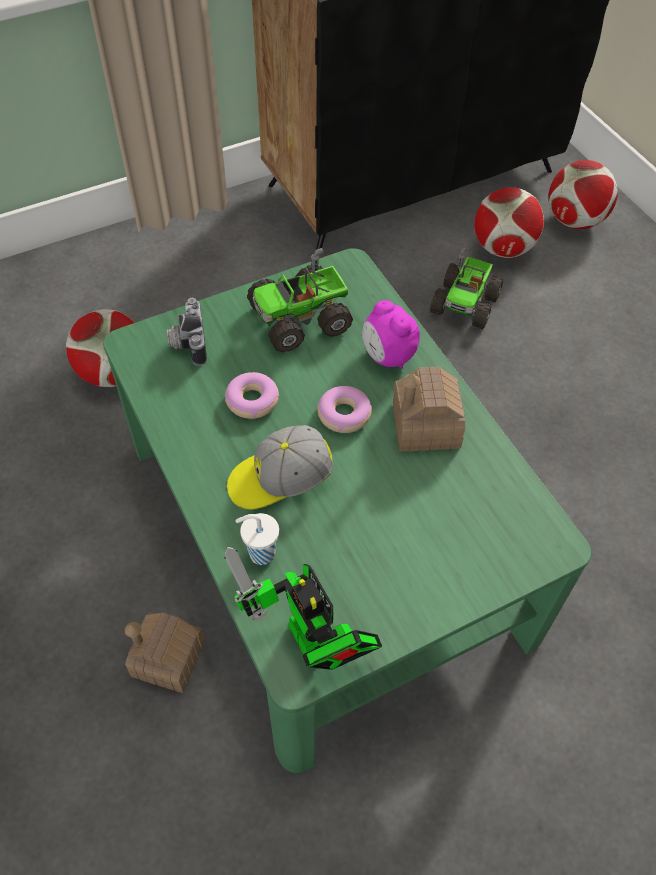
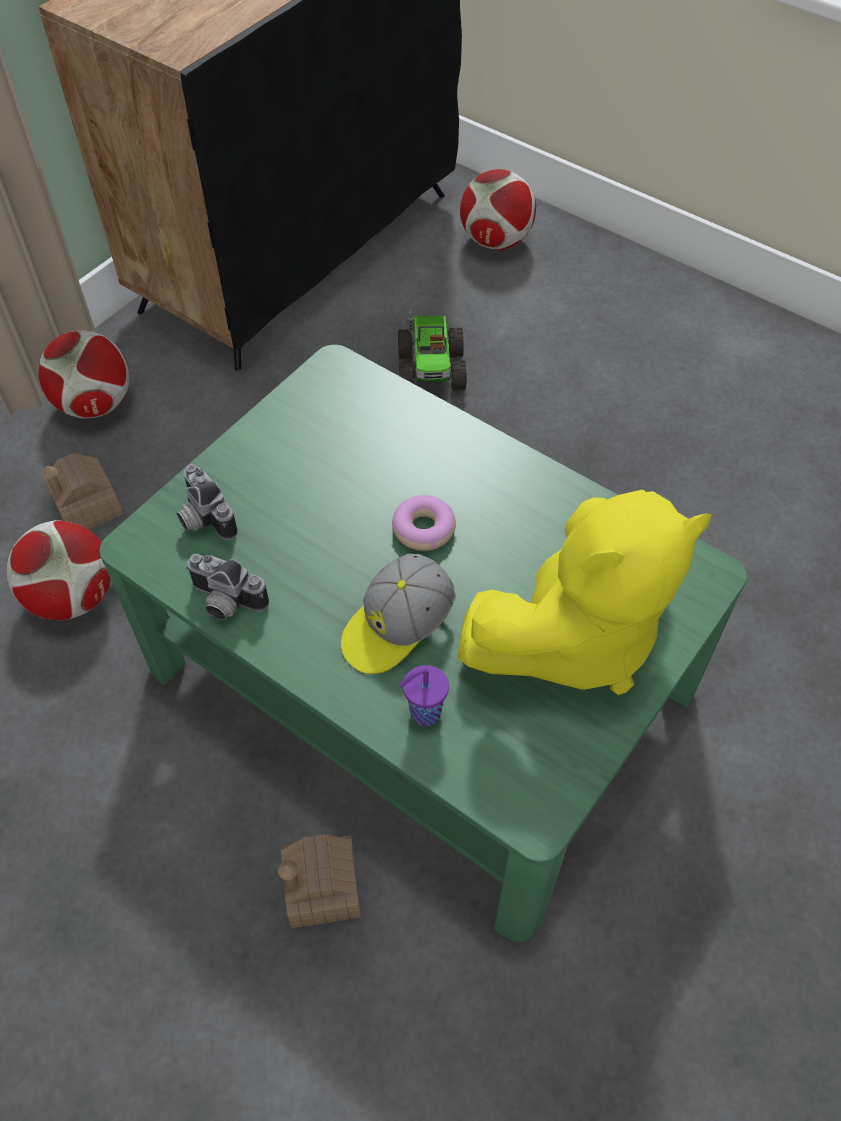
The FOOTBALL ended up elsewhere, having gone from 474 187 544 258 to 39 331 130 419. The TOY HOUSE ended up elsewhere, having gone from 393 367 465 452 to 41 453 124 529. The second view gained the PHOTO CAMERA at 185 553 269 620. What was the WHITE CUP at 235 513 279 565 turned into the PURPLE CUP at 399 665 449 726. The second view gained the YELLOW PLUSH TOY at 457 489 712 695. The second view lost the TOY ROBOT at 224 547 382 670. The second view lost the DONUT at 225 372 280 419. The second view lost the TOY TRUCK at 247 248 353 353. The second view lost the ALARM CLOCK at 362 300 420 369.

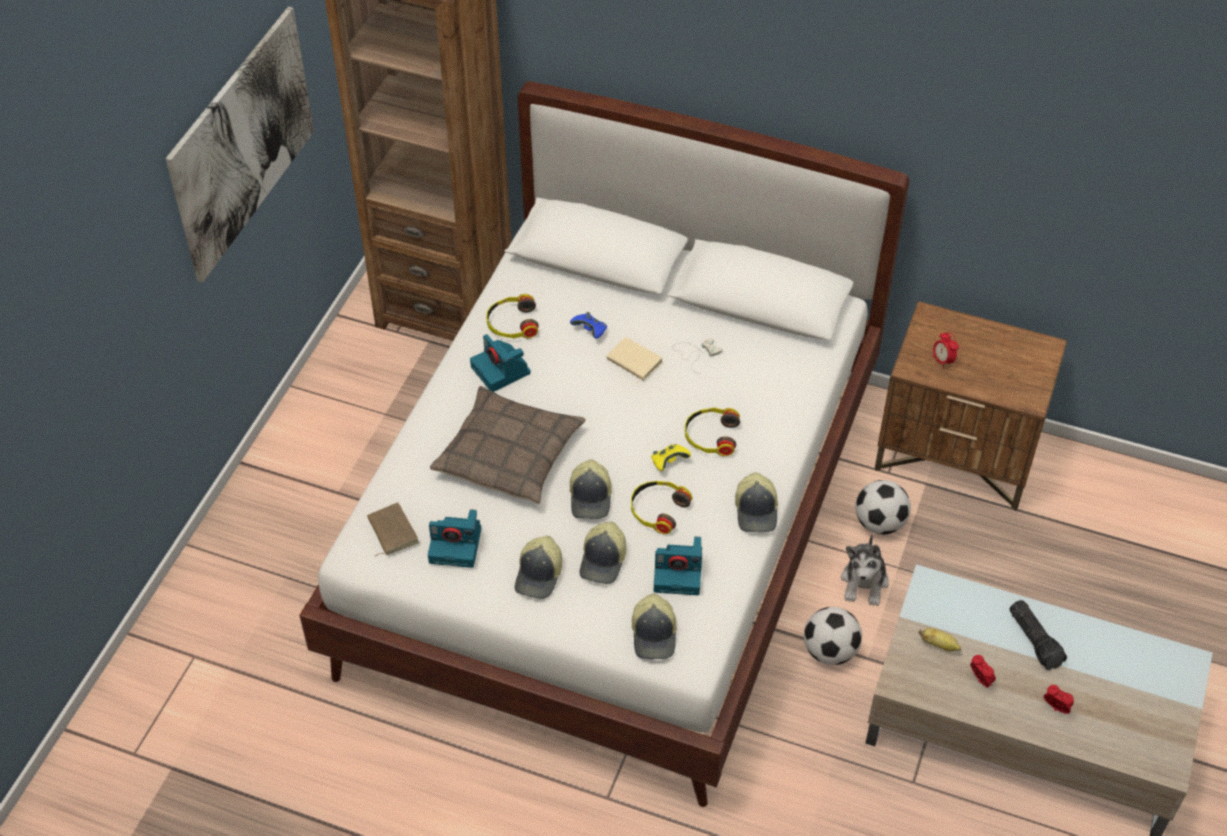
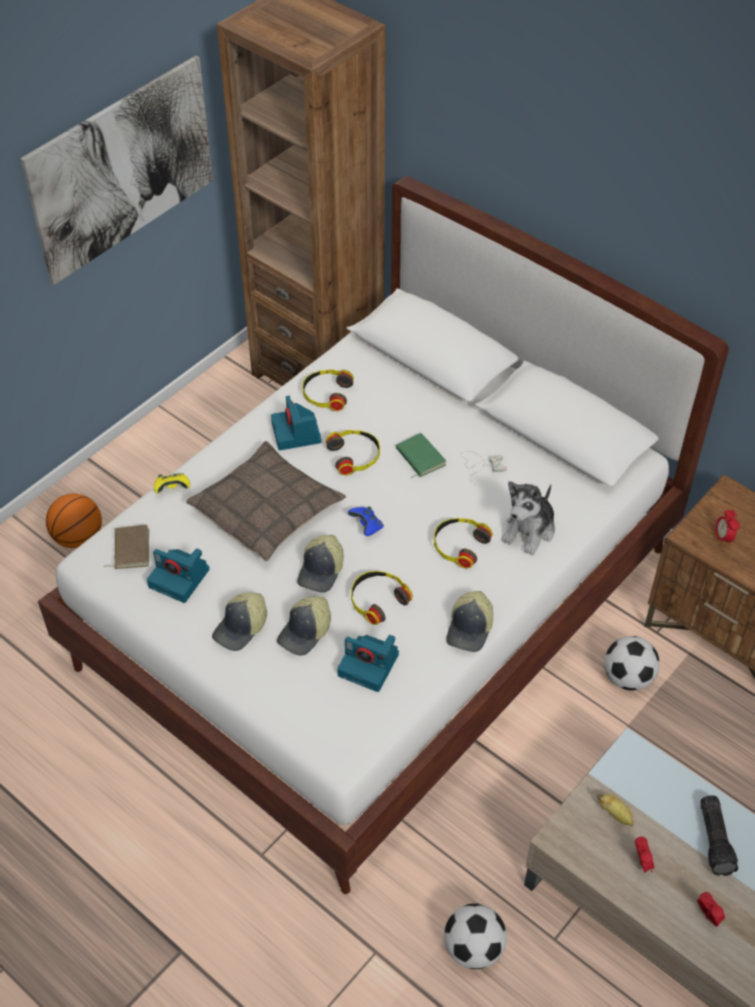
The second view gained the BASKETBALL at 46 494 102 548. The YELLOW GAME CONTROLLER ended up elsewhere, having gone from 651 444 691 471 to 154 473 190 493. The second view gained the HEADPHONES at 326 430 380 475. The BLUE GAME CONTROLLER ended up elsewhere, having gone from 570 312 607 339 to 348 506 384 536. What was the BEIGE BOOK at 606 337 663 384 turned into the GREEN BOOK at 396 433 446 478. The FOOTBALL ended up elsewhere, having gone from 804 607 862 665 to 444 903 507 969. The PLUSH TOY ended up elsewhere, having gone from 841 534 889 606 to 501 481 555 555. The second view lost the CAP at 632 594 677 659.

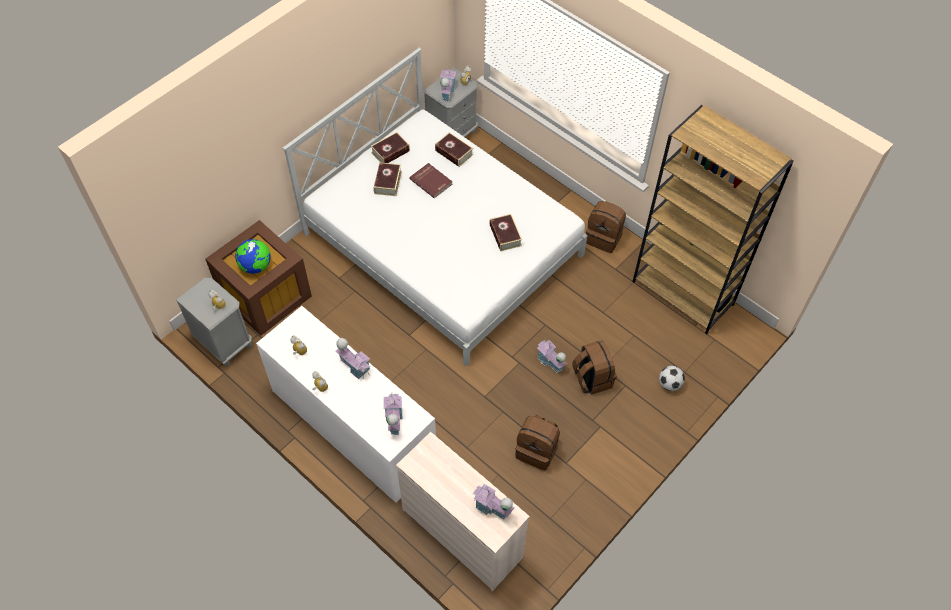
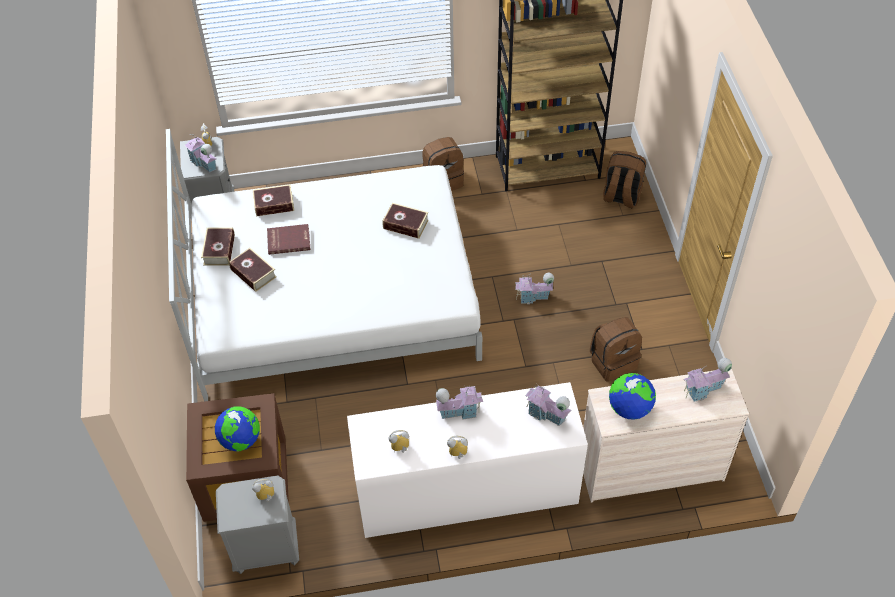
The BROWN BACKPACK ended up elsewhere, having gone from 572 340 617 395 to 603 151 646 209. The second view gained the GLOBE at 609 373 656 420. The second view lost the FOOTBALL at 659 366 685 391.

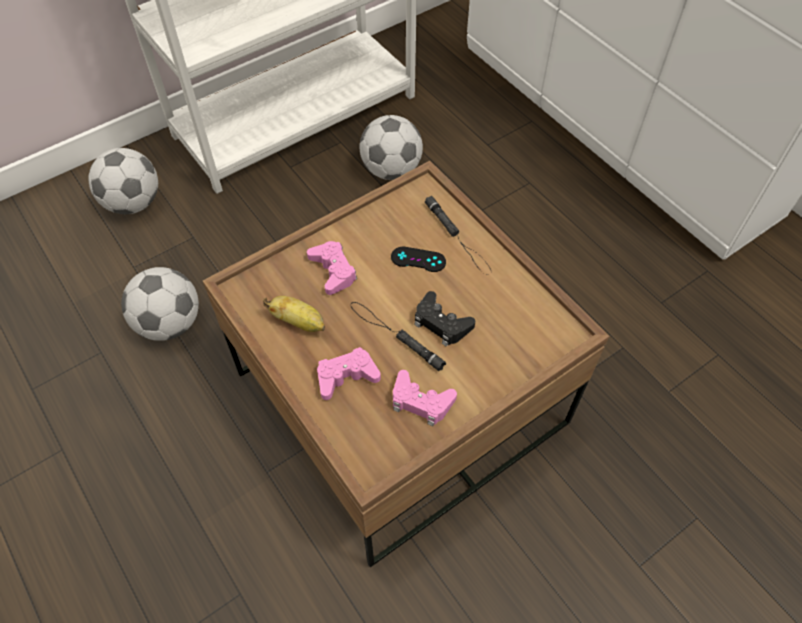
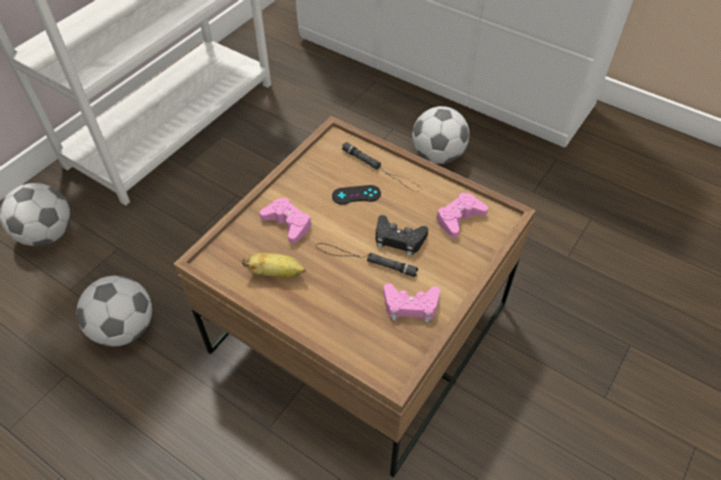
The FOOTBALL ended up elsewhere, having gone from 360 115 423 180 to 412 106 470 164. The PINK GAME CONTROLLER ended up elsewhere, having gone from 317 347 381 400 to 436 192 488 238.

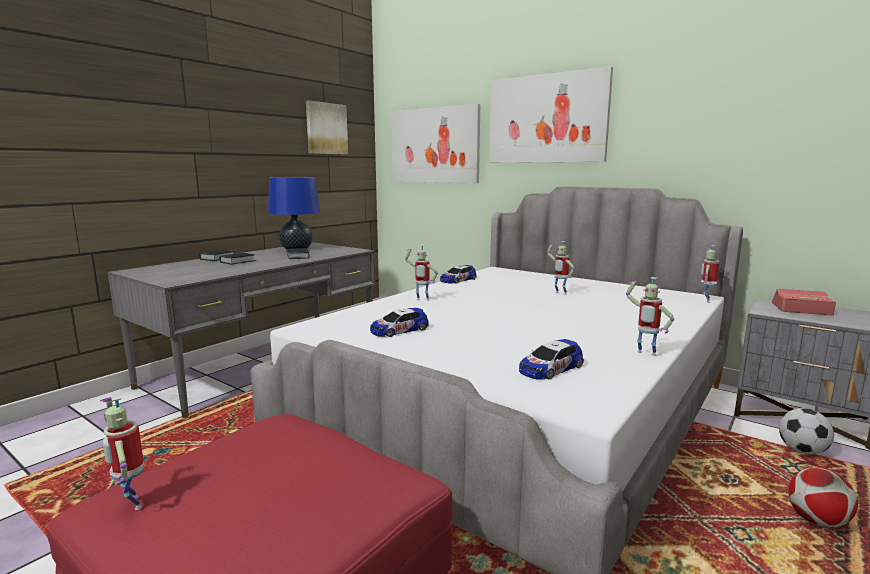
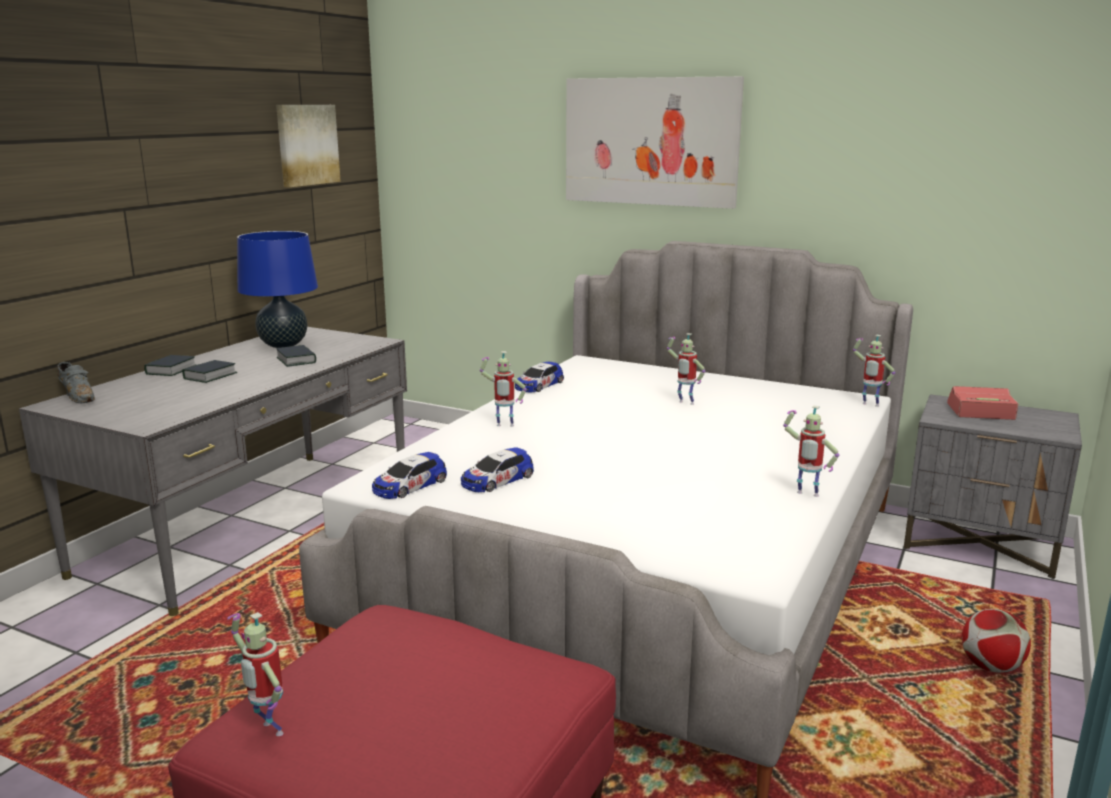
The second view gained the GREY SHOE at 58 362 95 403. The TOY CAR ended up elsewhere, having gone from 519 339 584 380 to 372 452 447 499. The TOY ROBOT at 701 245 719 303 ended up facing another way, 75 degrees counterclockwise from before. The second view lost the PICTURE at 391 104 480 183. The second view lost the FOOTBALL at 779 408 834 455.

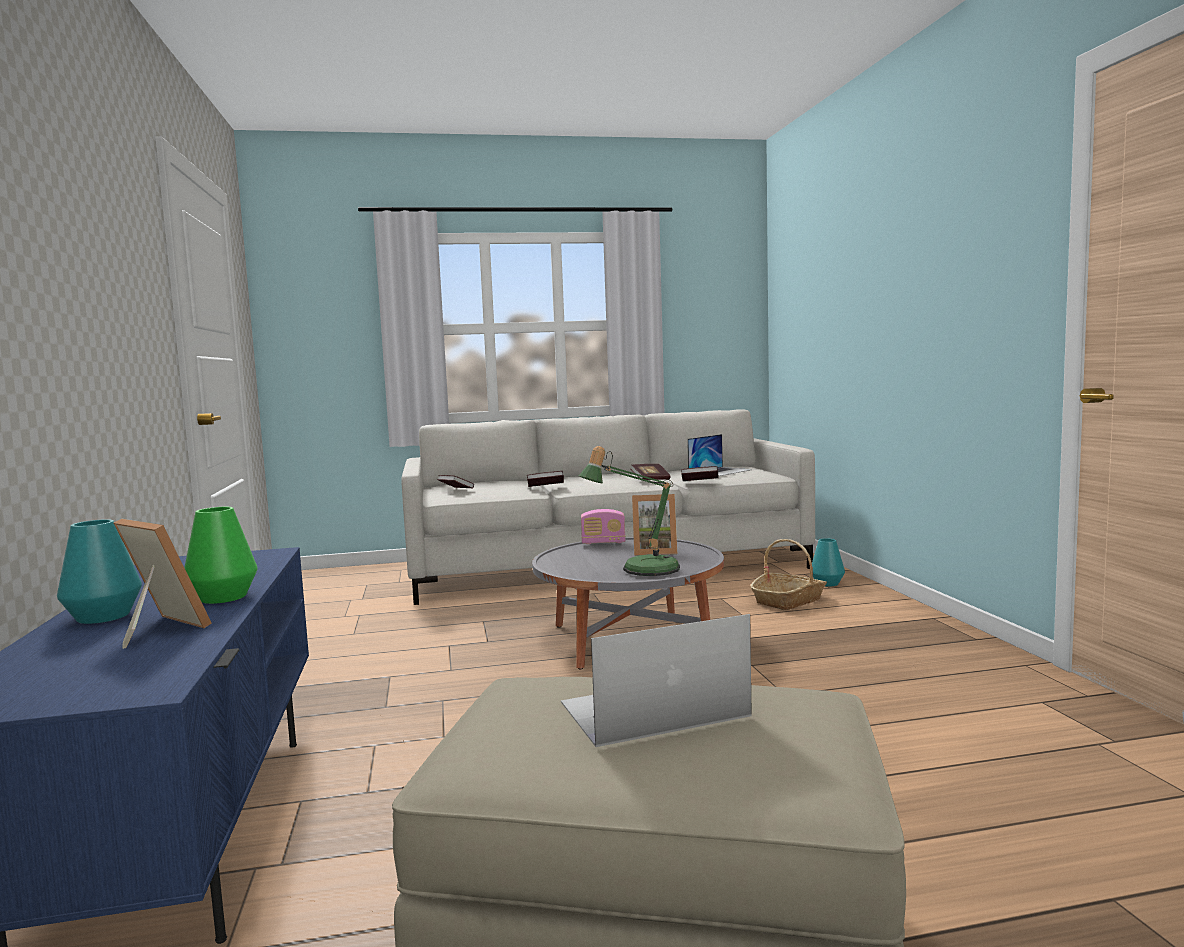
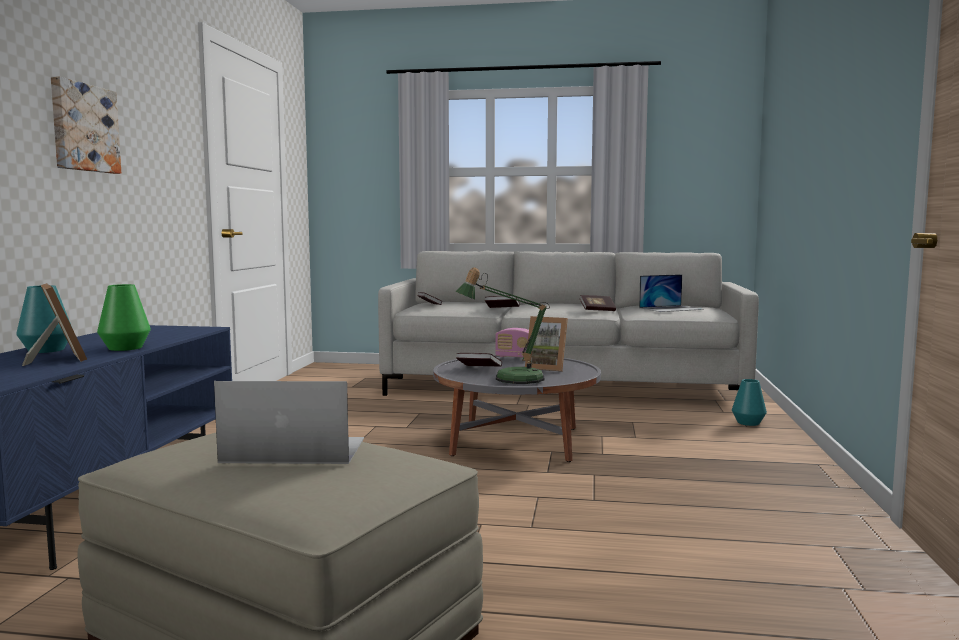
The second view gained the PICTURE at 51 76 121 174. The BOOK ended up elsewhere, having gone from 681 466 719 481 to 456 353 502 367. The second view lost the BASKET at 750 539 827 610.

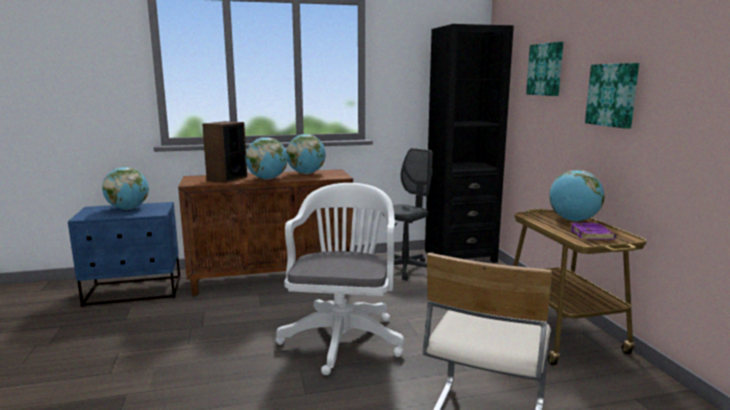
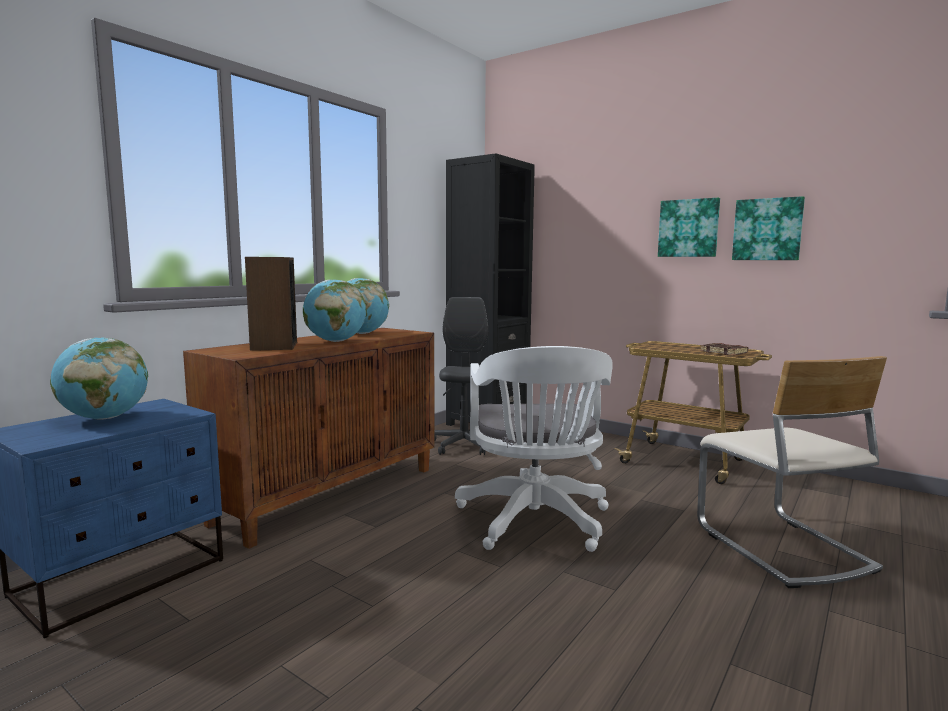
The WHITE OFFICE CHAIR at 276 183 404 375 ended up facing another way, 150 degrees counterclockwise from before. What was the PURPLE BOOK at 569 223 616 240 turned into the BROWN BOOK at 700 343 748 355. The PICTURE ended up elsewhere, having gone from 526 42 563 96 to 732 196 805 260. The second view lost the GLOBE at 550 170 605 221.

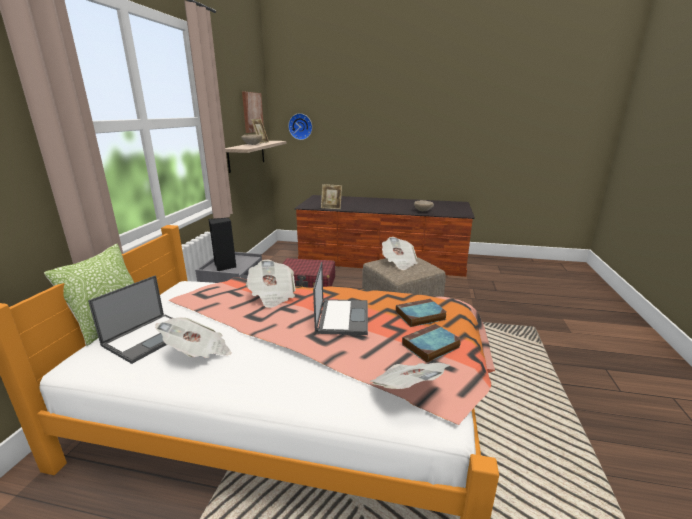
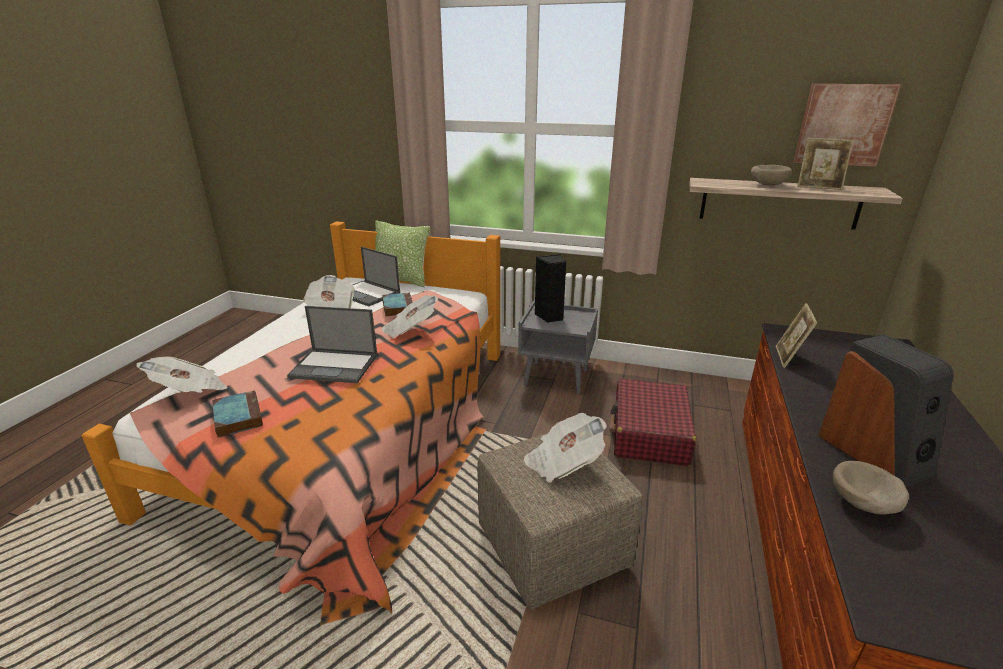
The BOOK ended up elsewhere, having gone from 396 299 447 327 to 382 292 413 317. The second view gained the SPEAKER at 818 334 954 487. The second view lost the WALL CLOCK at 288 113 312 140.

